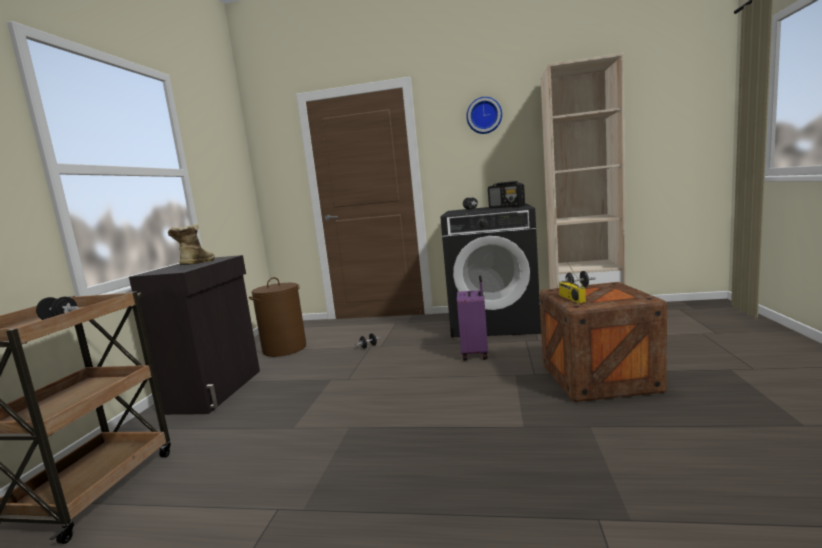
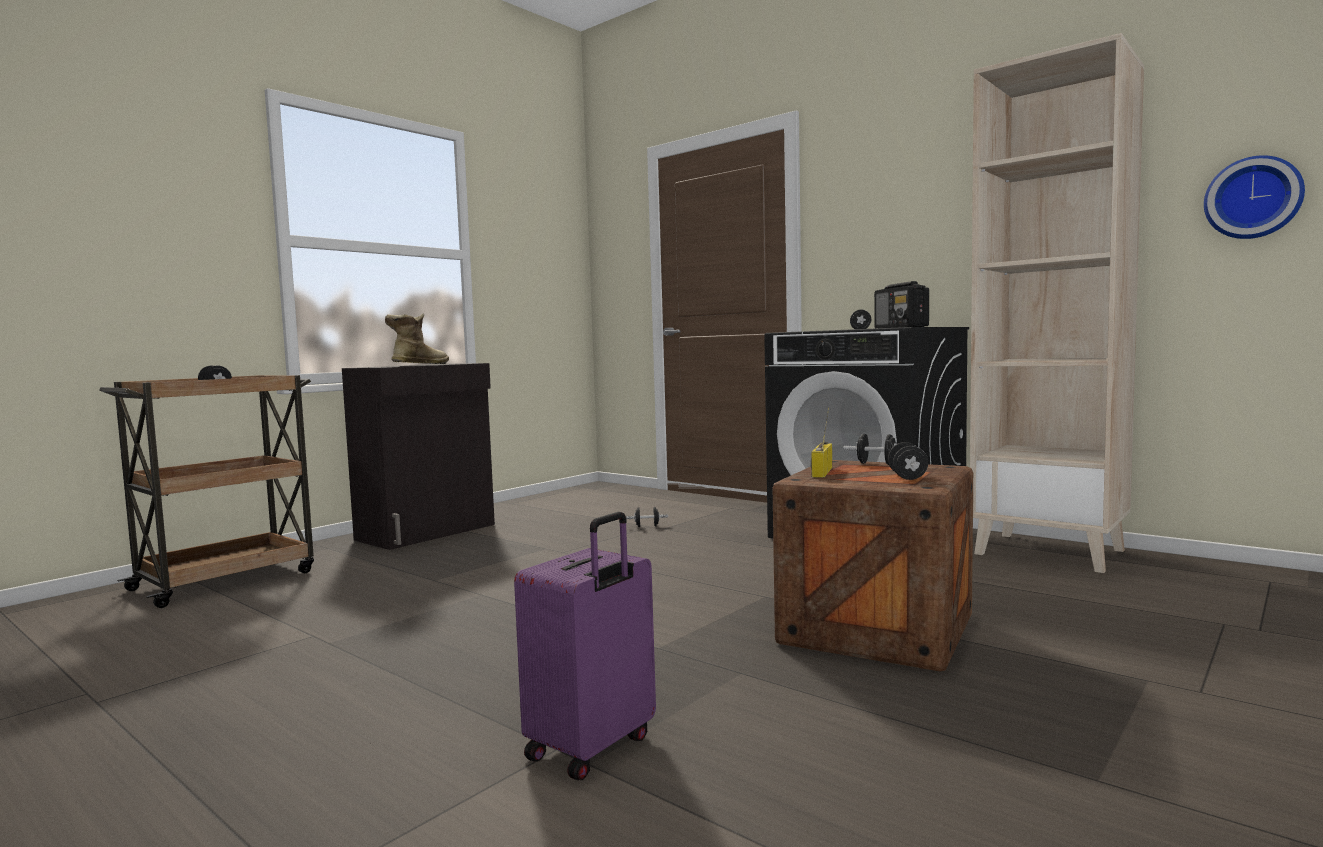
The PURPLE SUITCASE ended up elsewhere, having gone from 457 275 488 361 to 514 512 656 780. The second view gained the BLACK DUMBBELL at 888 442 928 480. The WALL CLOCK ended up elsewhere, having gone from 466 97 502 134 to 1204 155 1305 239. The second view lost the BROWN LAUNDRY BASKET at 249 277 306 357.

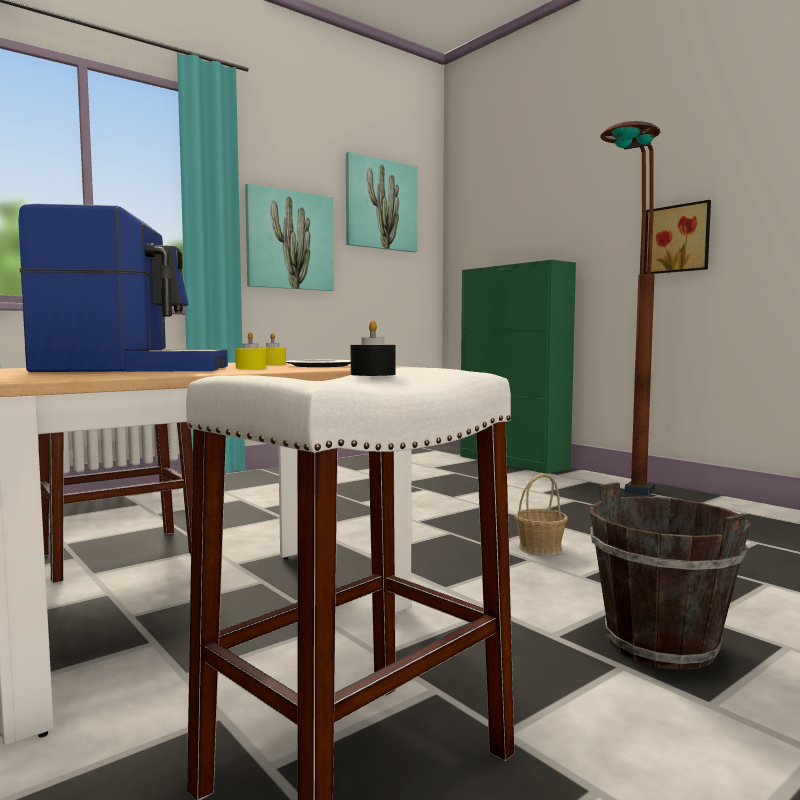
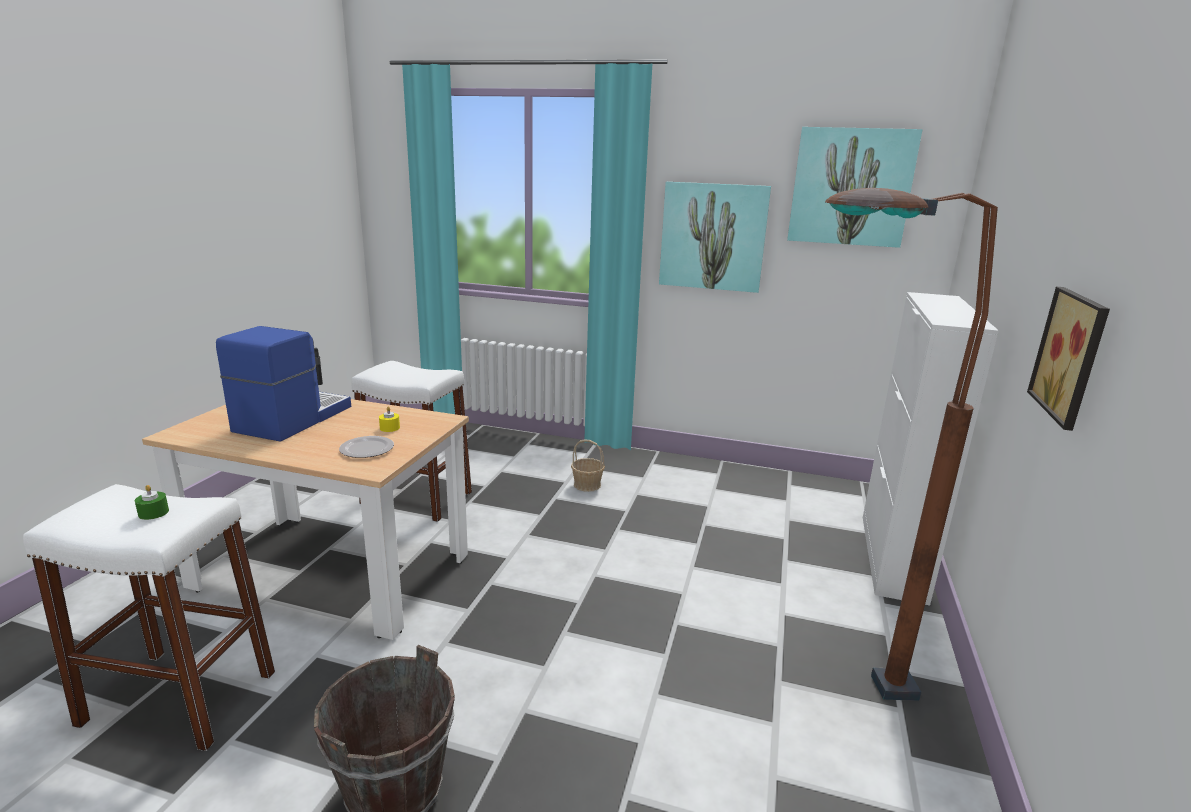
What was the BLACK CANDLE at 351 320 395 376 turned into the GREEN CANDLE at 135 485 169 520. The COFFEE MACHINE at 18 204 228 372 ended up facing another way, 120 degrees counterclockwise from before. The BASKET ended up elsewhere, having gone from 514 473 568 556 to 571 440 605 492. What was the GREEN CABINET at 460 260 576 474 turned into the WHITE CABINET at 863 292 999 606. The second view lost the YELLOW CANDLE at 235 332 266 369.

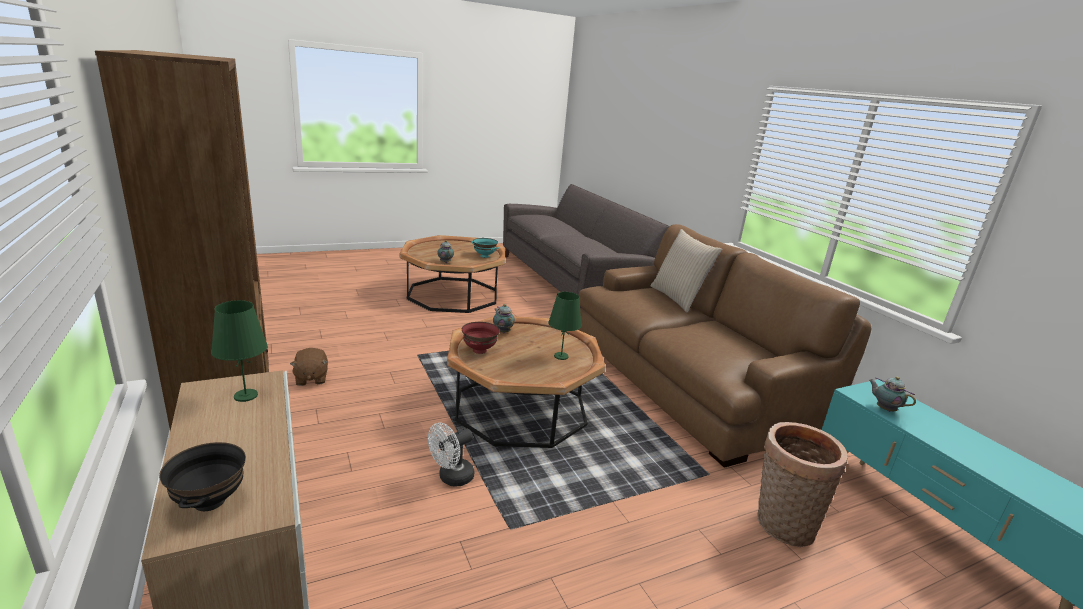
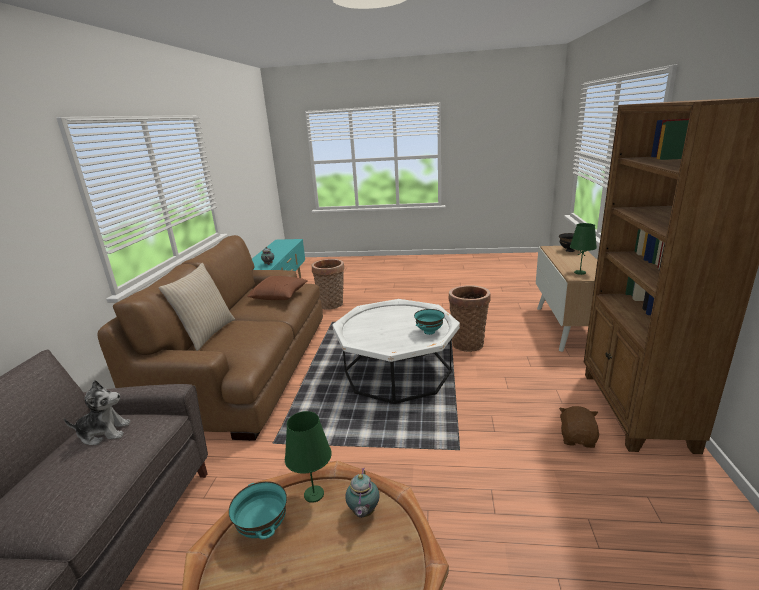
The second view gained the PLUSH TOY at 64 380 131 445. The second view gained the BROWN PILLOW at 247 276 308 300. The GREEN TABLE LAMP ended up elsewhere, having gone from 548 292 582 360 to 285 411 332 503. What was the BROWN COFFEE TABLE at 447 316 606 448 turned into the WHITE COFFEE TABLE at 332 299 460 404. What was the RED BOWL at 462 322 500 354 turned into the TURQUOISE BOWL at 414 309 445 335. Where the WHITE FAN stood at 428 423 474 486, the BASKET came to stand at 449 285 490 352. The second view lost the TEAPOT at 493 304 515 333.

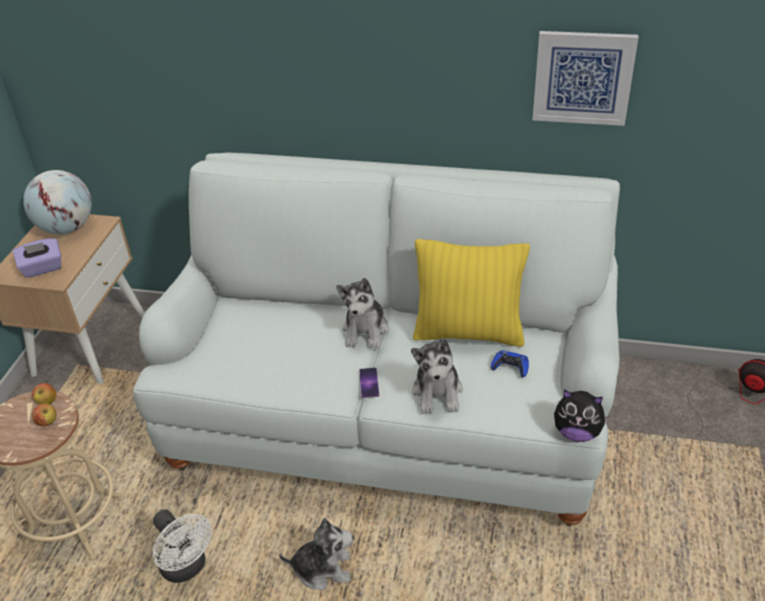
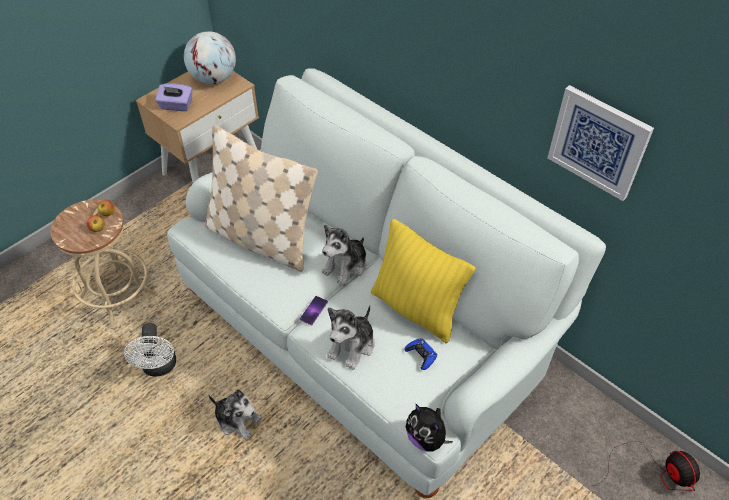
The second view gained the BEIGE PILLOW at 204 125 318 272.

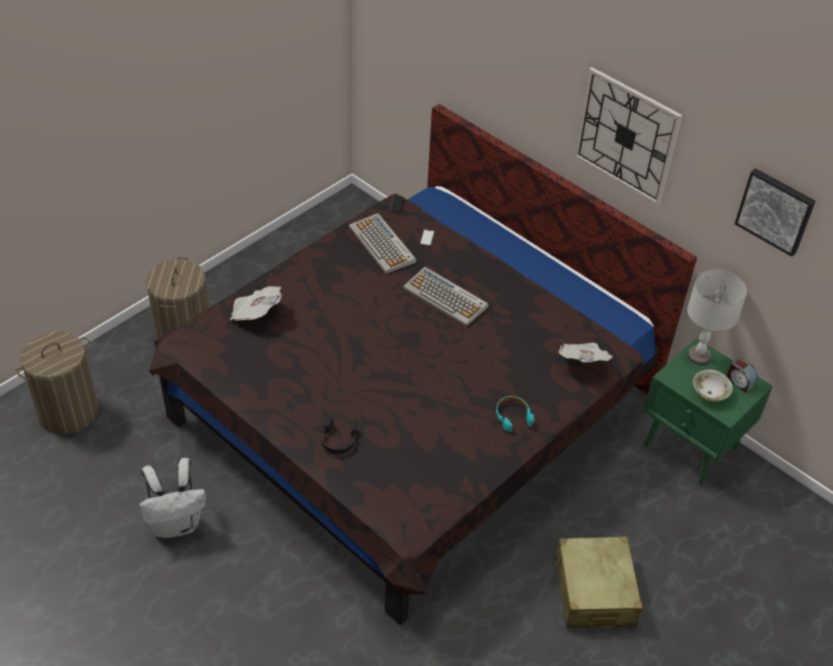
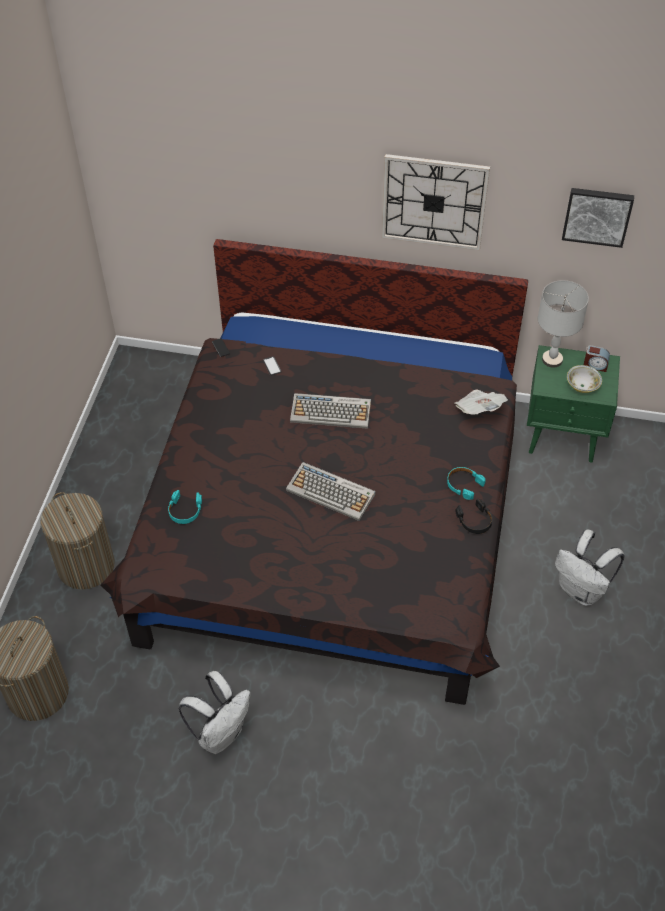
Where the NEWSPAPER stood at 230 286 281 321, the TURQUOISE HEADPHONES came to stand at 168 490 202 524. The KEYBOARD ended up elsewhere, having gone from 349 213 416 274 to 286 462 376 521. The BLACK HEADPHONES ended up elsewhere, having gone from 321 418 357 454 to 455 499 493 534. Where the BEIGE SUITCASE stood at 555 536 643 629, the WHITE BACKPACK came to stand at 555 530 625 606.

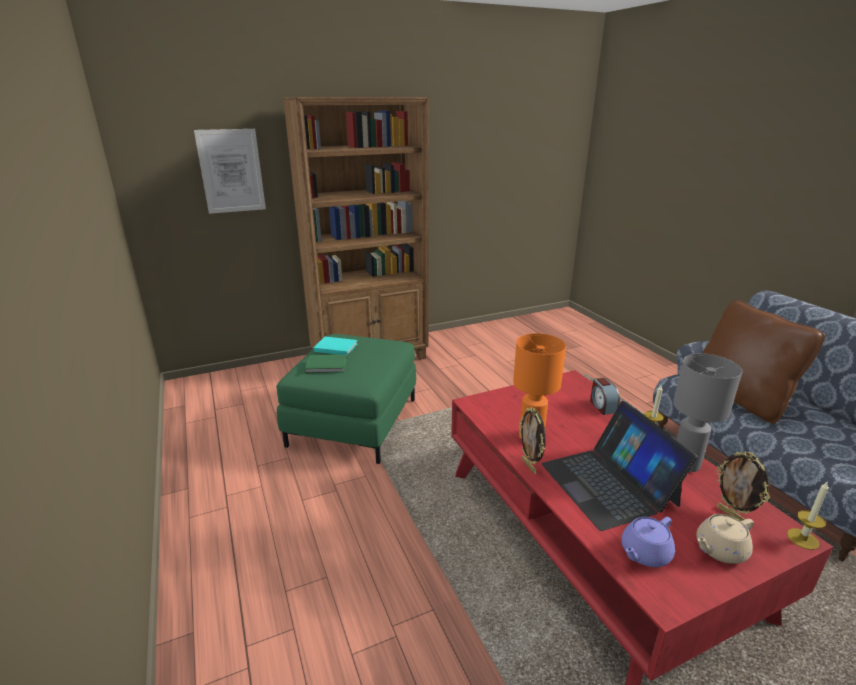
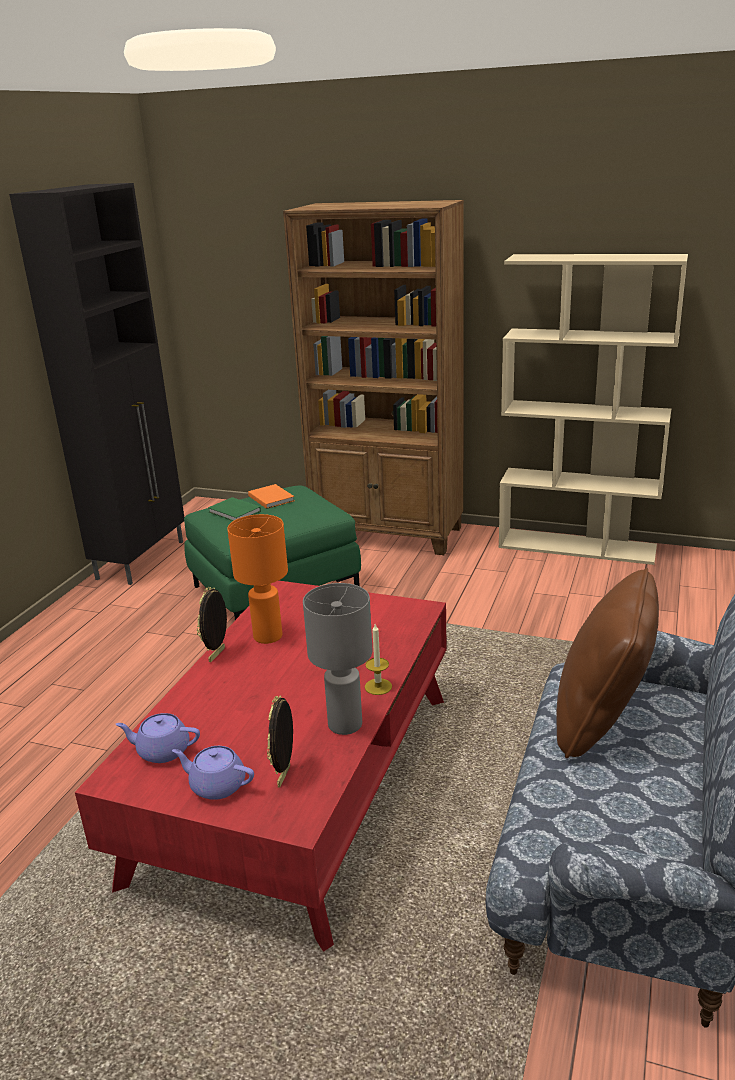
The second view gained the BLACK CABINET at 9 183 184 585. What was the BEIGE TEAPOT at 696 514 754 564 turned into the PURPLE TEAPOT at 172 746 254 800. What was the TURQUOISE BOOK at 314 336 357 356 turned into the ORANGE BOOK at 248 484 295 509. The second view gained the BEIGE BOOKCASE at 499 254 688 565. The second view lost the PICTURE at 194 129 266 214. The second view lost the LAPTOP at 541 401 698 531. The second view lost the ALARM CLOCK at 590 378 620 415. The second view lost the CANDLE at 787 481 829 550.

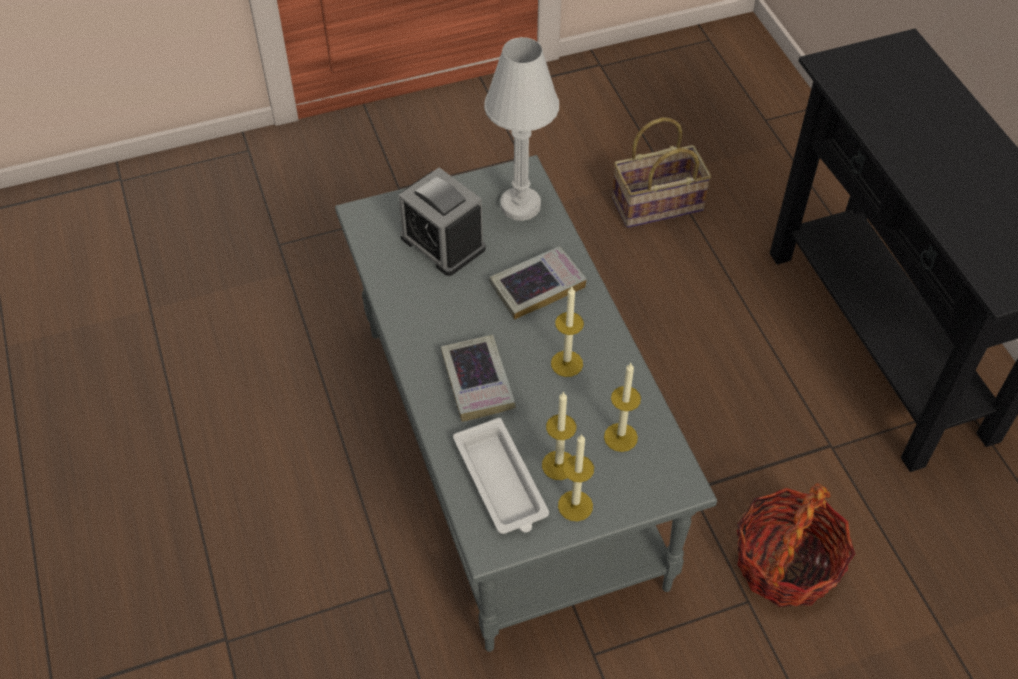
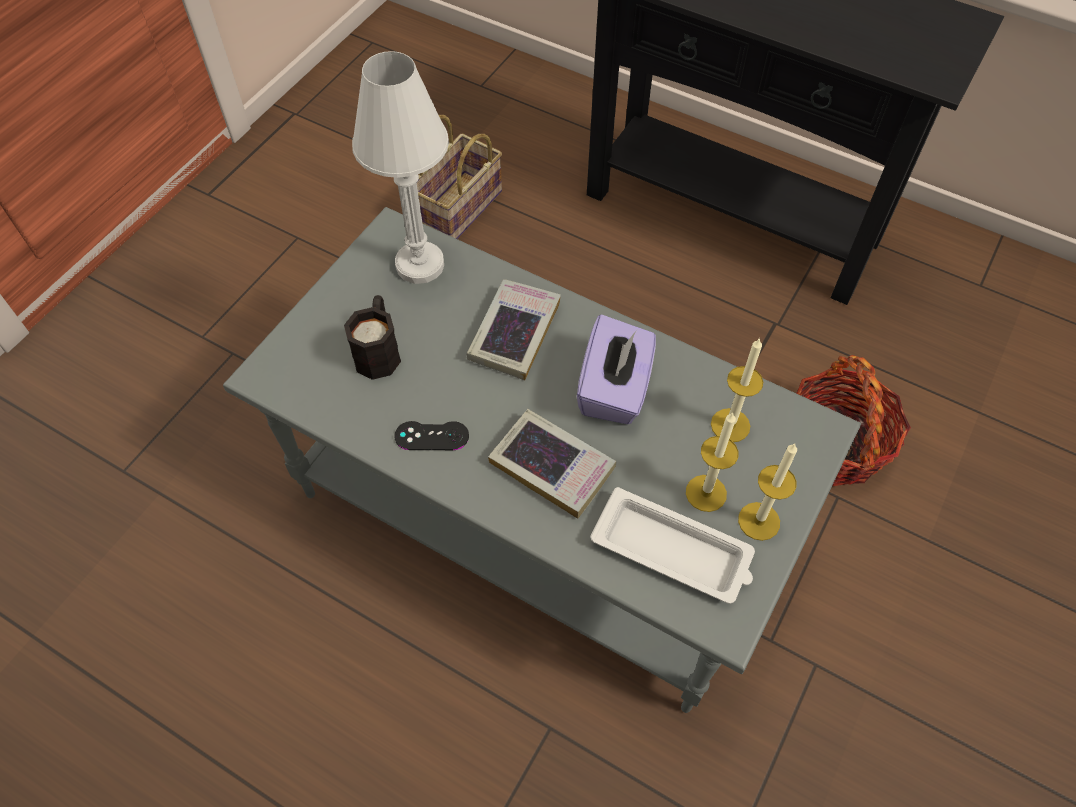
Where the ALARM CLOCK stood at 398 167 486 276, the BLACK MUG came to stand at 344 295 401 380. The second view gained the BLACK GAME CONTROLLER at 394 421 469 450. Where the CANDLE stood at 551 287 584 377, the PURPLE TISSUE BOX came to stand at 577 314 656 424.

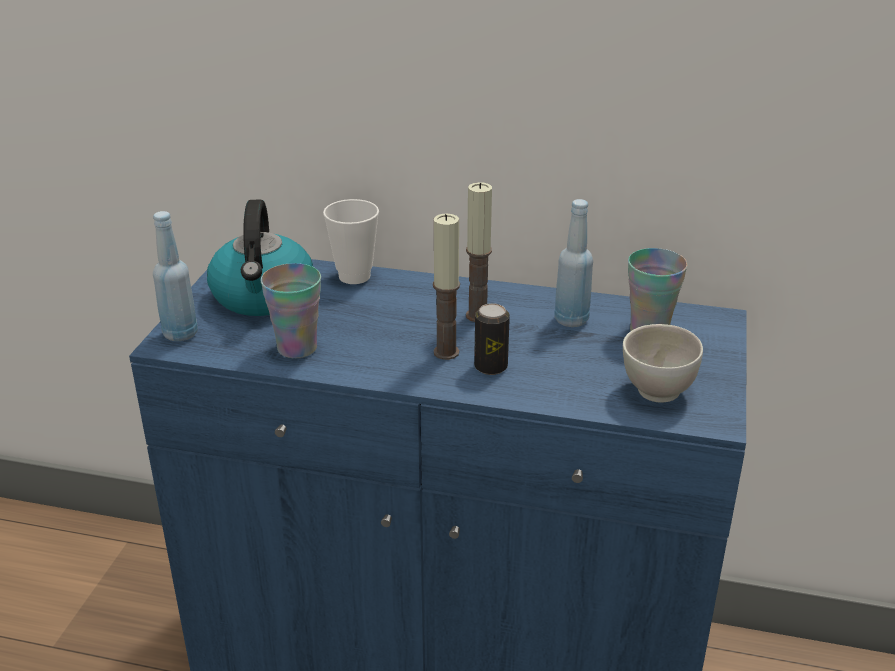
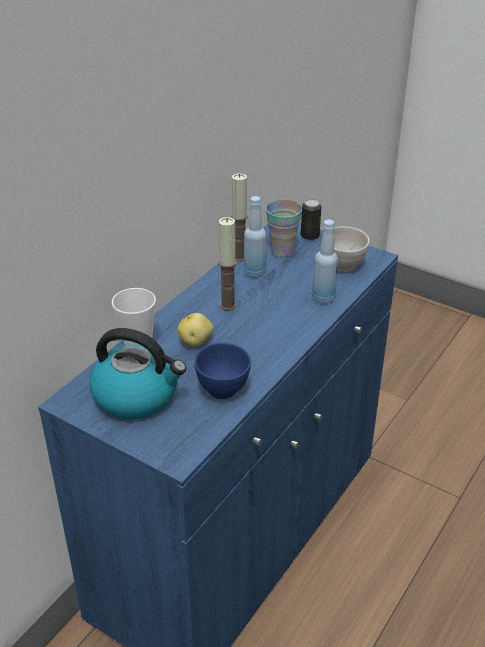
The second view gained the POTATO at 177 313 214 347. Where the CUP stood at 261 263 321 359, the BLUE BOWL came to stand at 194 343 251 399. The CANDLE ended up elsewhere, having gone from 433 214 460 360 to 231 173 248 262. The CAN ended up elsewhere, having gone from 474 303 510 375 to 301 199 322 240. The BLUE BOTTLE ended up elsewhere, having gone from 153 211 198 341 to 312 219 338 304.

